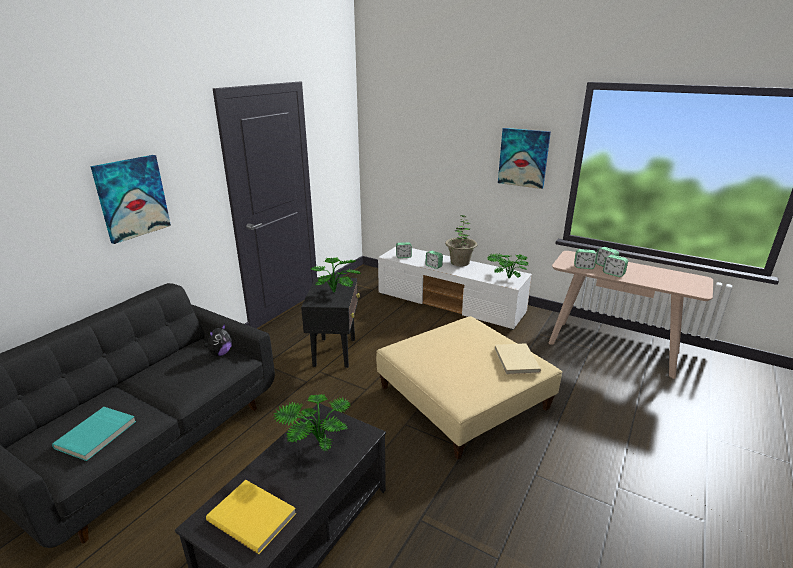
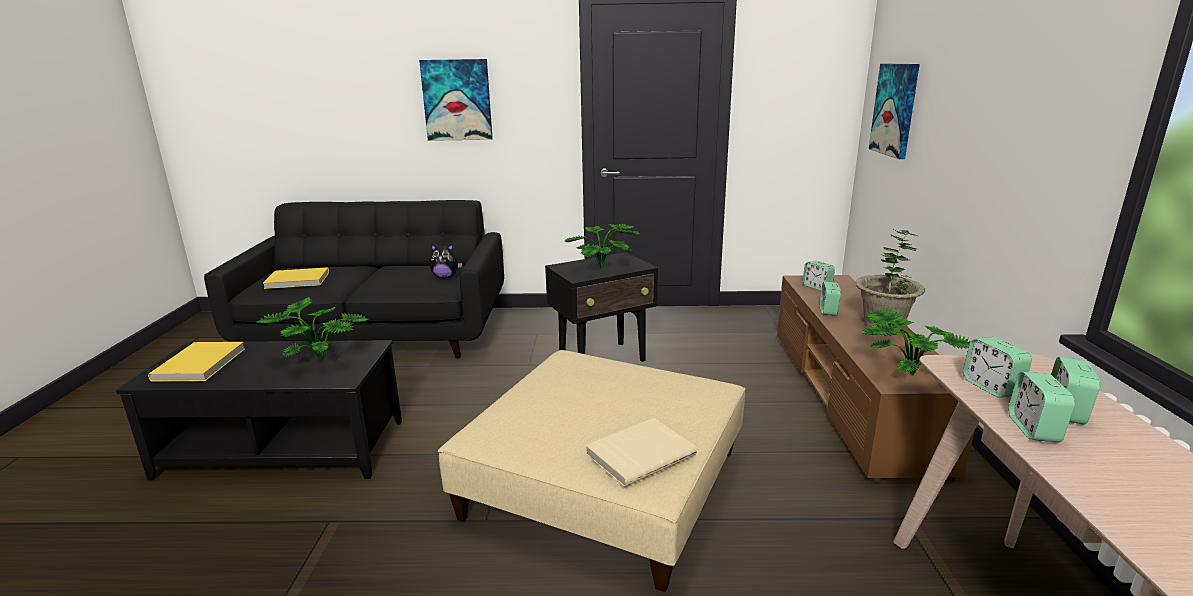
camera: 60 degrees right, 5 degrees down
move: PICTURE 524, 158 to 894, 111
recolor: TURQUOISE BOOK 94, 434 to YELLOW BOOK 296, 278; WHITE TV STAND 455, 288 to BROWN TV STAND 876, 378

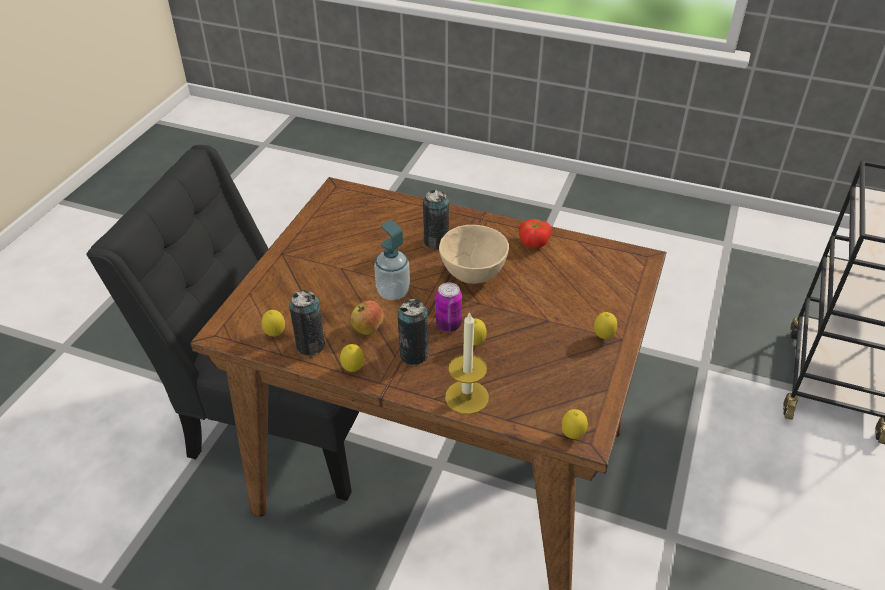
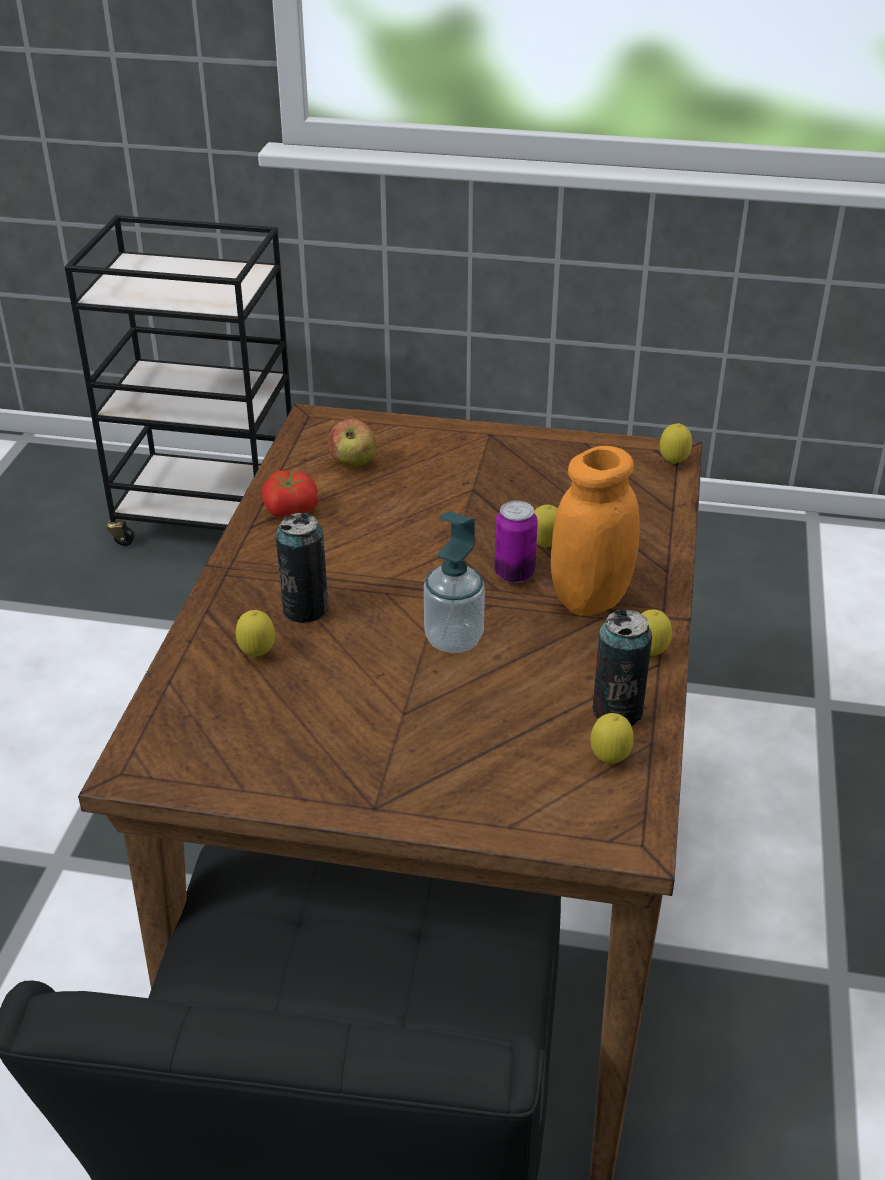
camera: 100 degrees left, 5 degrees down
delete: BEIGE BOWL 474, 254; CANDLE 467, 363
move: APPLE 367, 318 to 352, 443; LEMON 605, 325 to 255, 633
replace: CAN 413, 332 to ORANGE JAR 595, 531

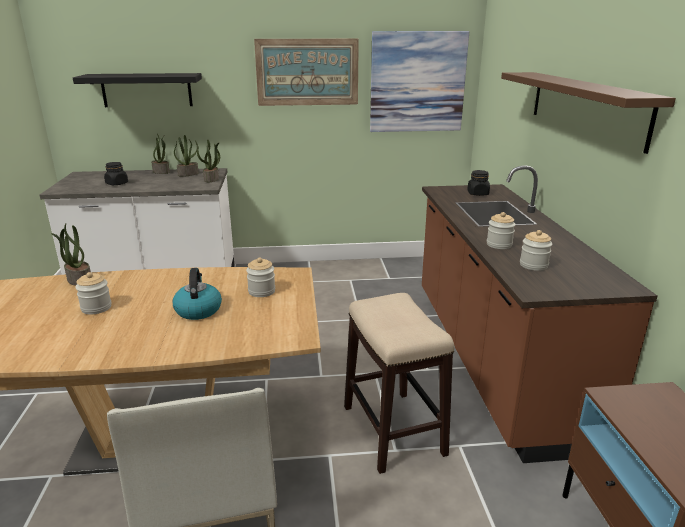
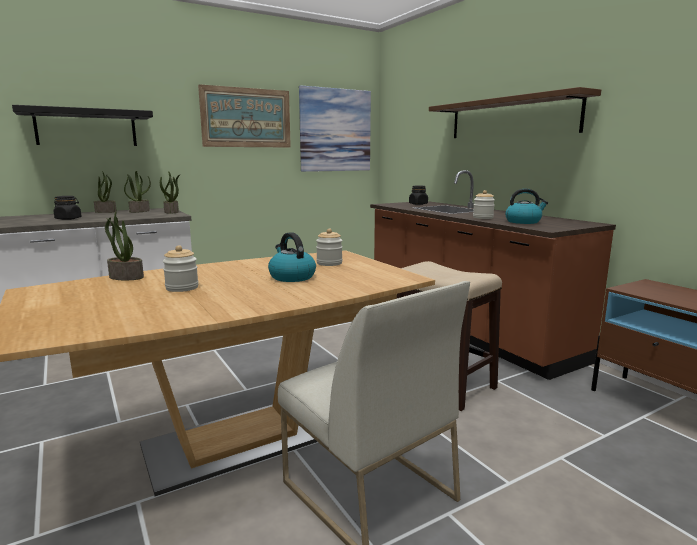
camera: 25 degrees left, 10 degrees down
replace: JAR 536, 250 to KETTLE 526, 206

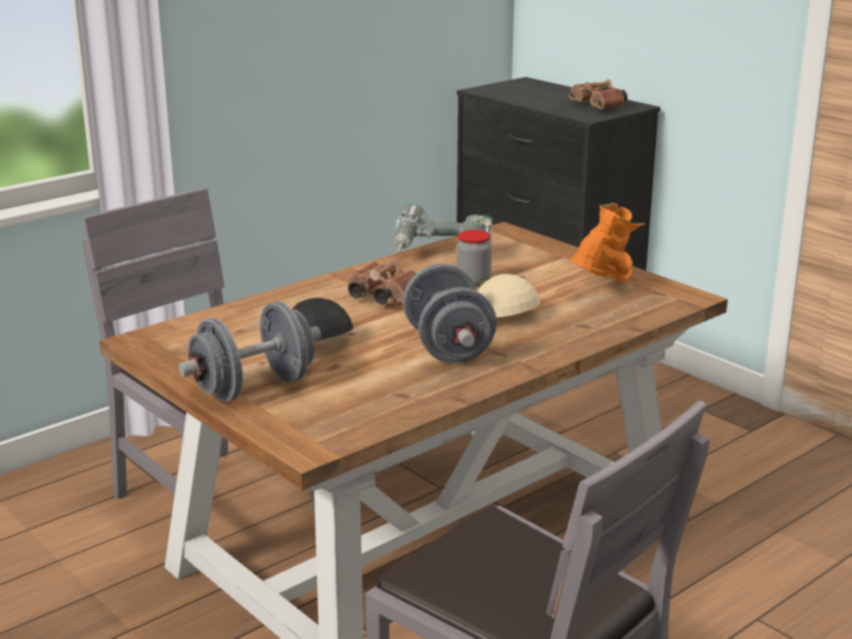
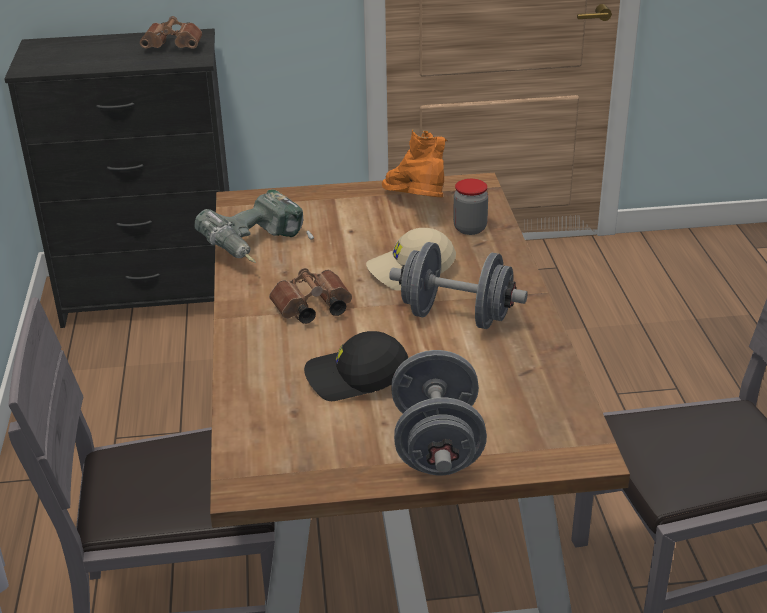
camera: 55 degrees left, 10 degrees up
move: JAR 474, 258 to 470, 207

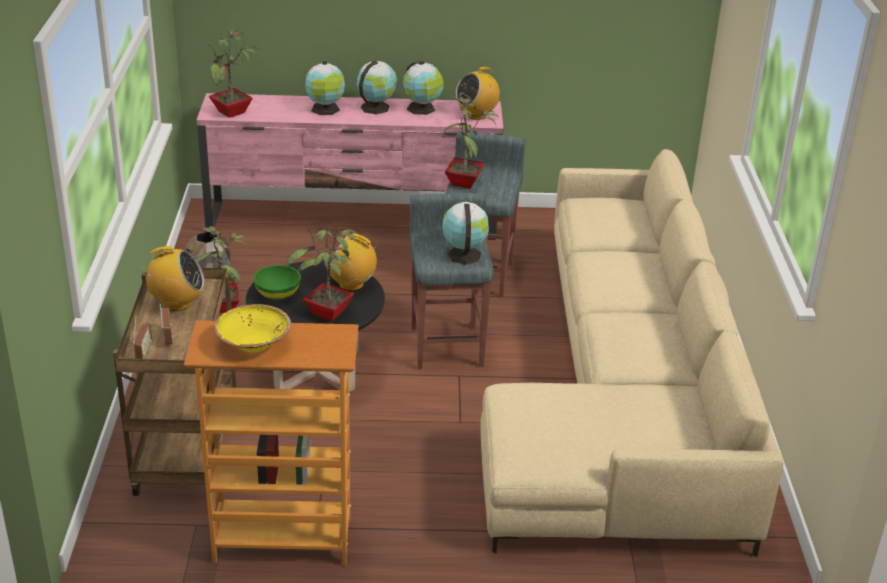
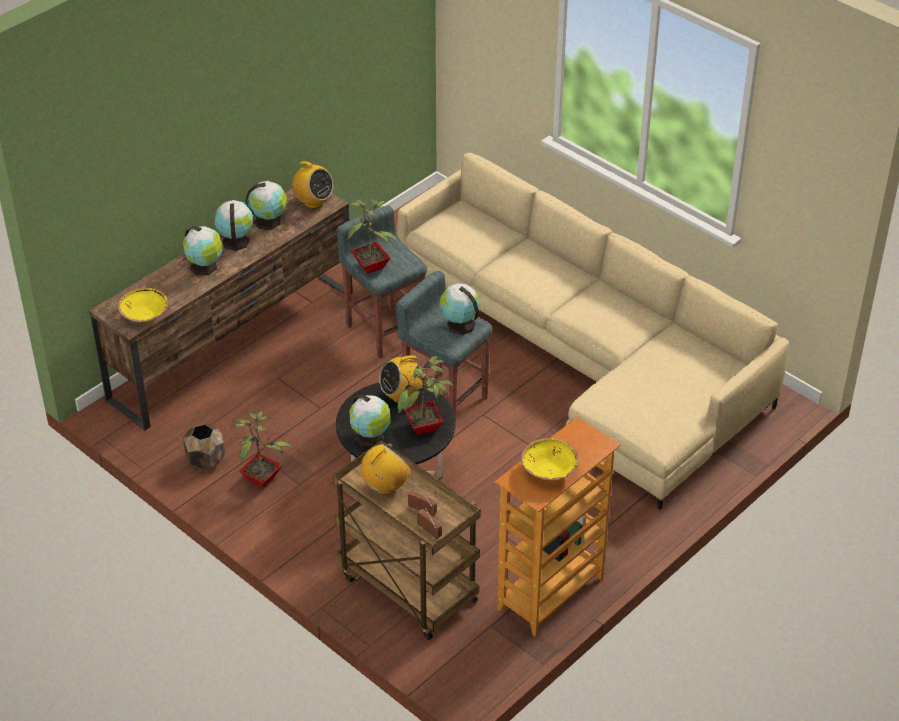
camera: 45 degrees left, 10 degrees up
replace: POTTED PLANT 232, 74 to YELLOW BOWL 143, 305; GREEN BOWL 277, 282 to GLOBE 370, 420
recolor: PINK TV STAND 349, 166 to BROWN TV STAND 221, 309
rotate: RADIO 478, 93 = 312, 185 60 degrees counterclockwise

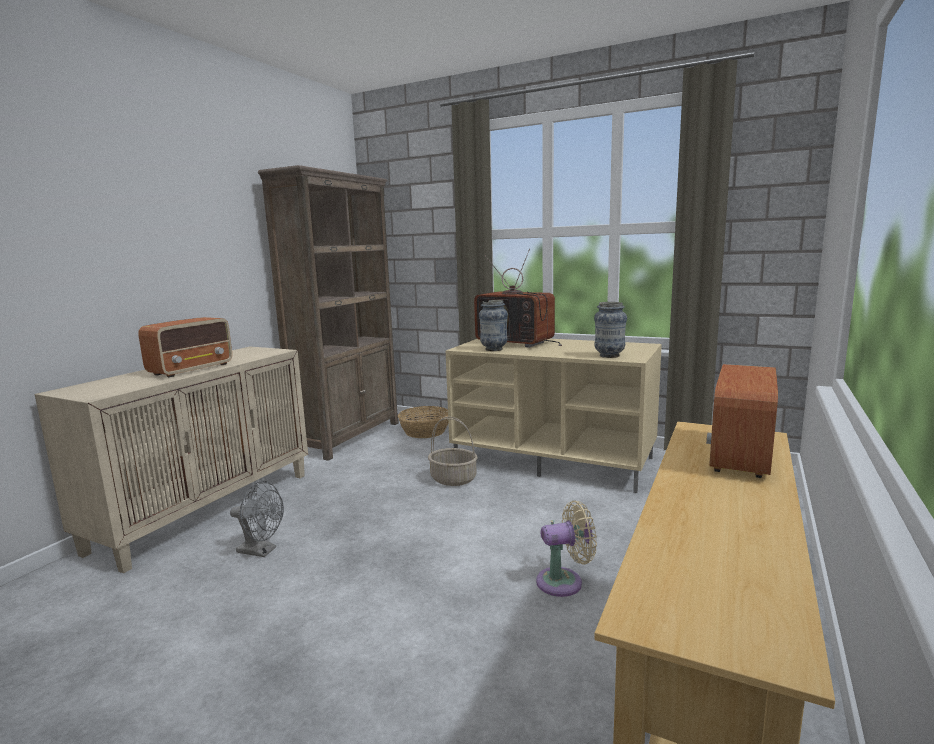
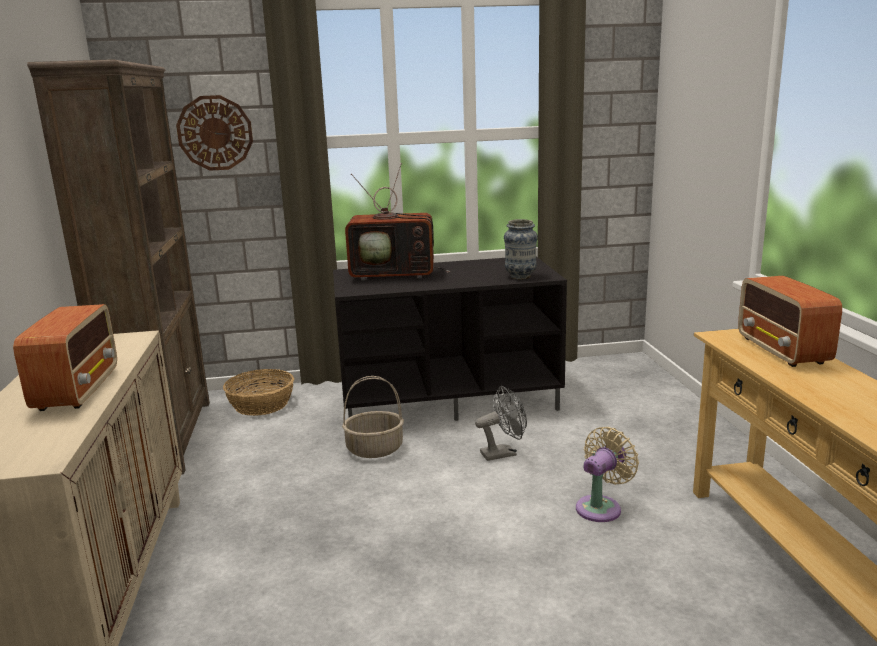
camera: 35 degrees left, 5 degrees up
delete: VASE 493, 325
insert: WALL CLOCK 214, 133
move: GREY FAN 257, 519 to 501, 423
recolor: BEIGE TV STAND 554, 416 to BLACK TV STAND 450, 339

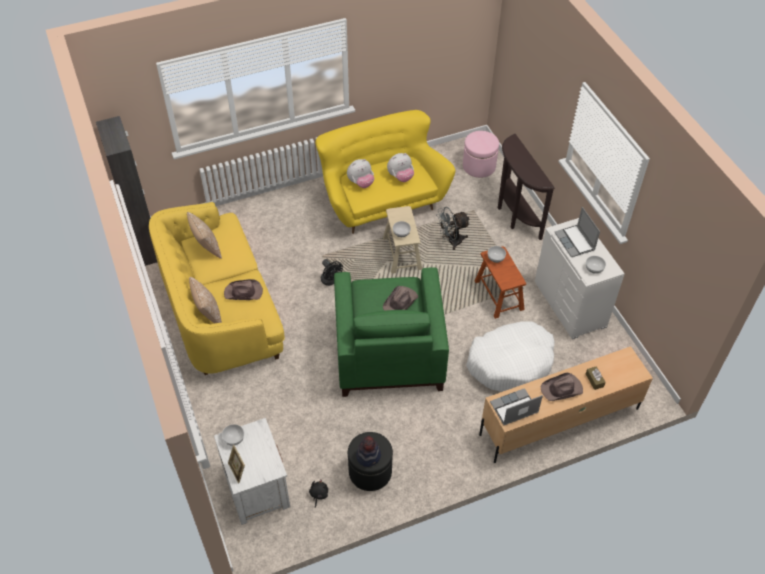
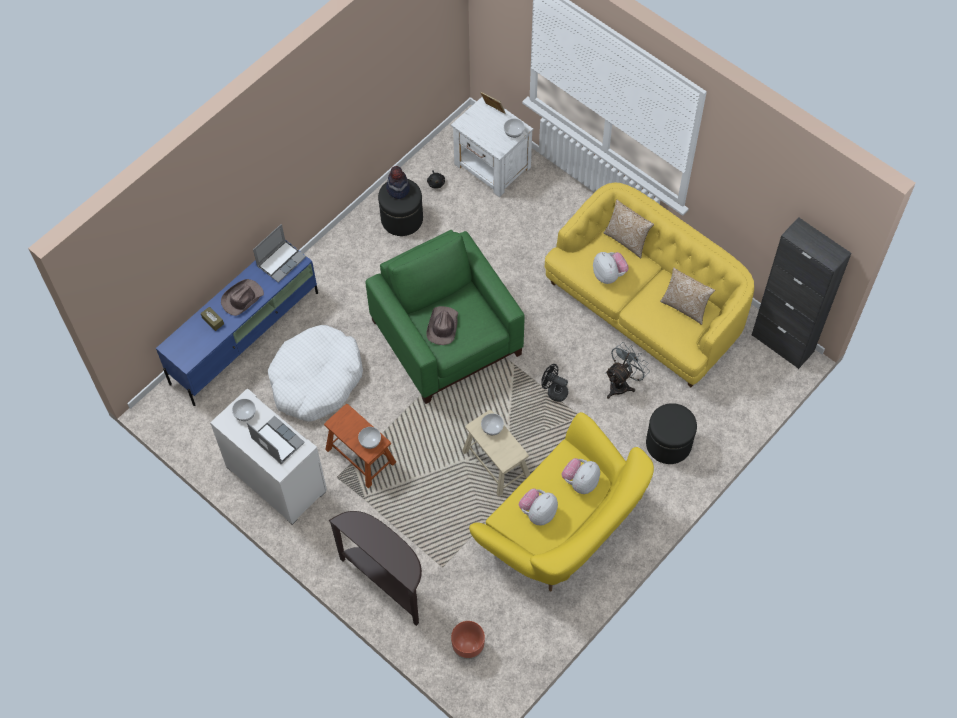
camera: 155 degrees right, 10 degrees up
insert: BLACK OTTOMAN 671, 433
move: GREY FAN 453, 228 to 627, 370
replace: BROWN HAT 243, 289 to PLUSH TOY 611, 268; PINK OTTOMAN 481, 154 to BROWN PLANTER 468, 640
recolor: BEIGE TV STAND 566, 404 to BLUE TV STAND 237, 323

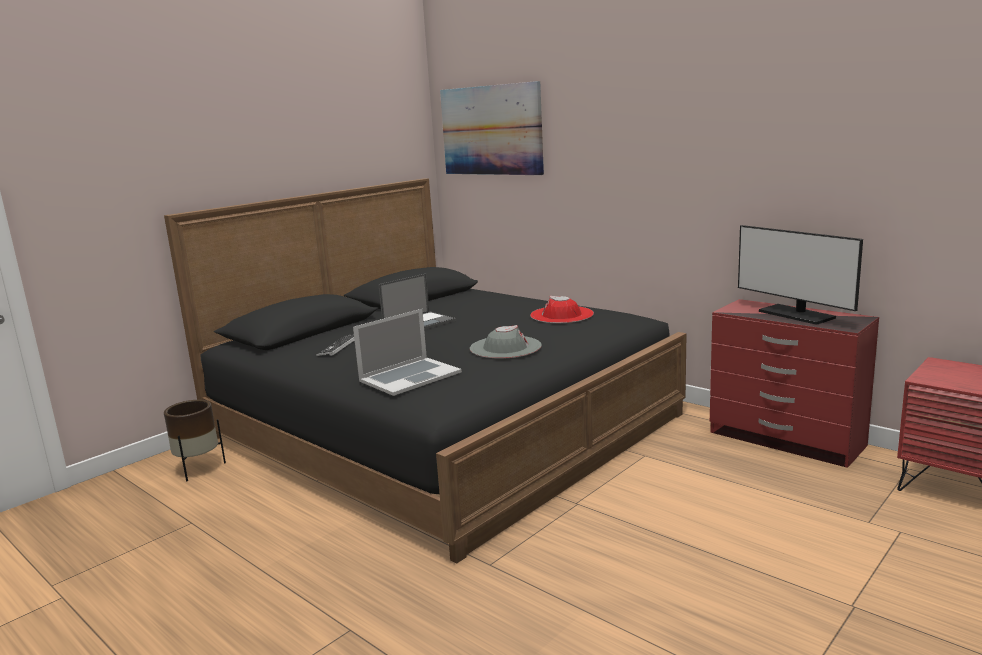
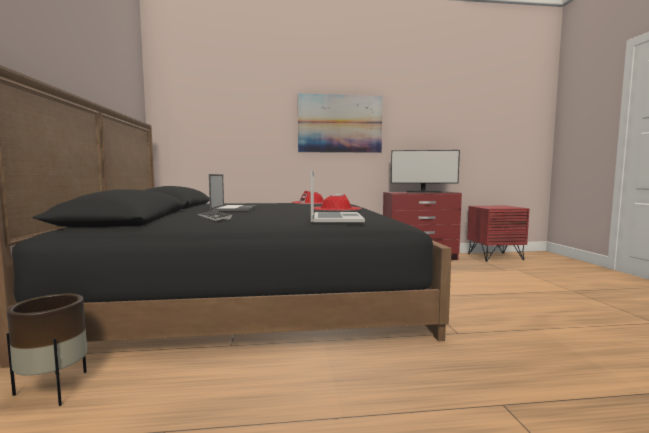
camera: 50 degrees left, 10 degrees down
move: PICTURE 492, 128 to 340, 123
recolor: GREY HAT 506, 342 to RED HAT 338, 202

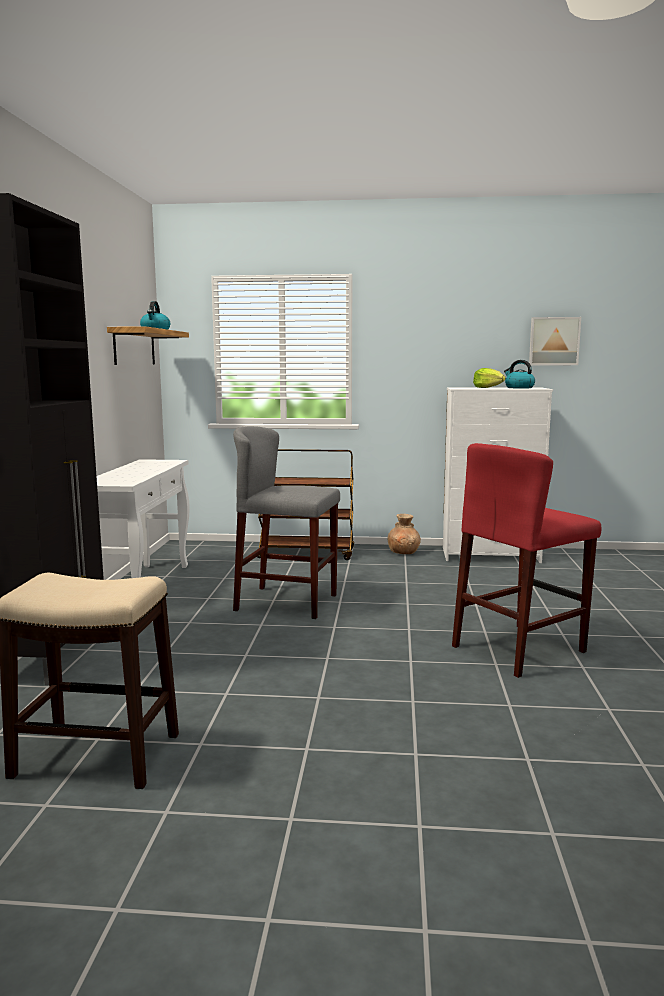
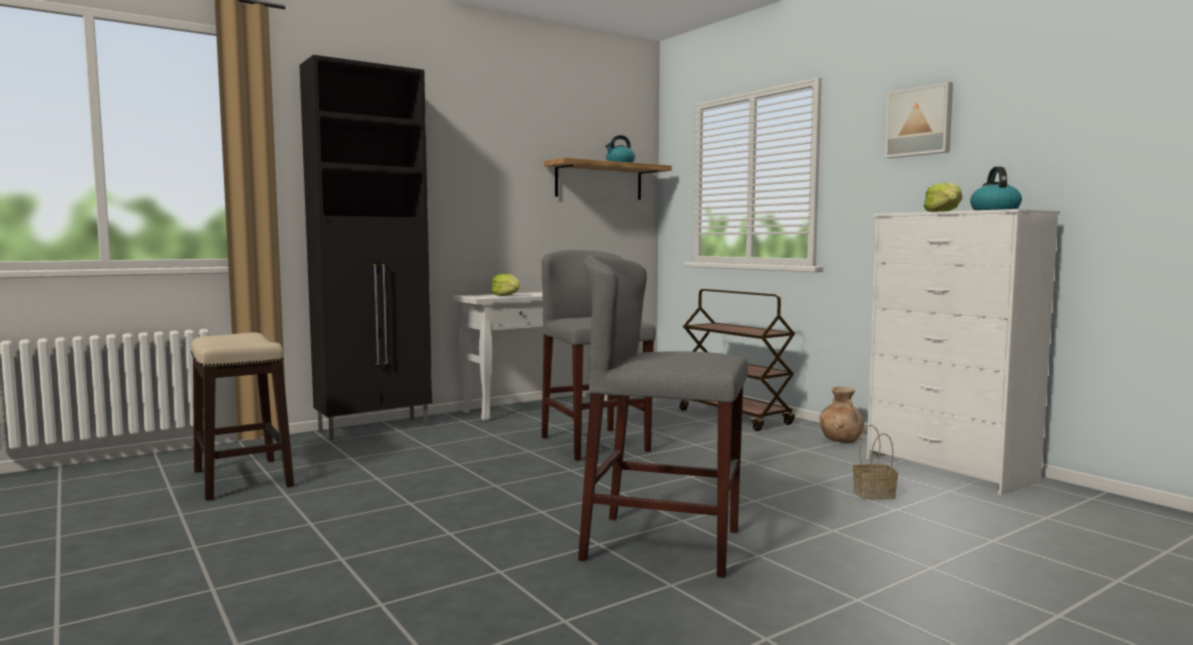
camera: 50 degrees right, 5 degrees down
insert: LETTUCE 505, 284; BASKET 875, 462
move: PICTURE 555, 341 to 919, 120
recolor: RED STOOL 526, 560 to GREY STOOL 663, 416

